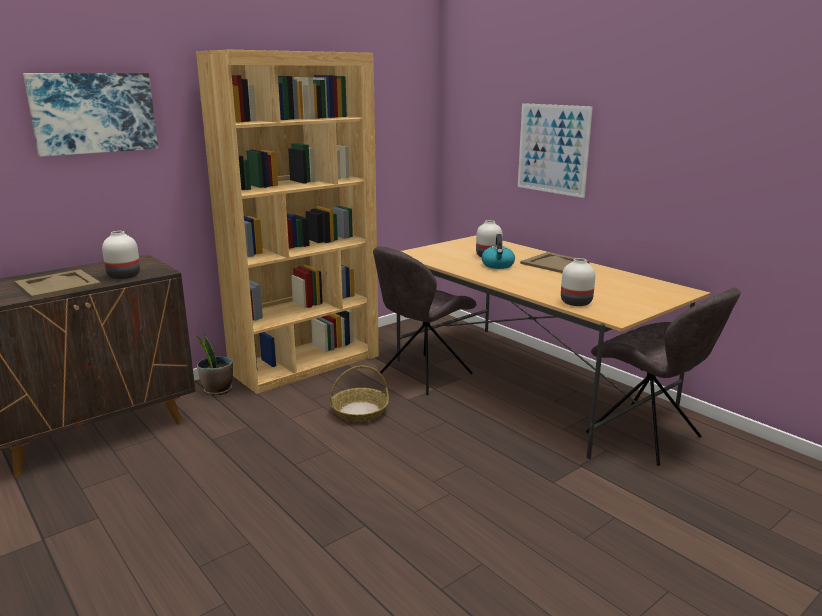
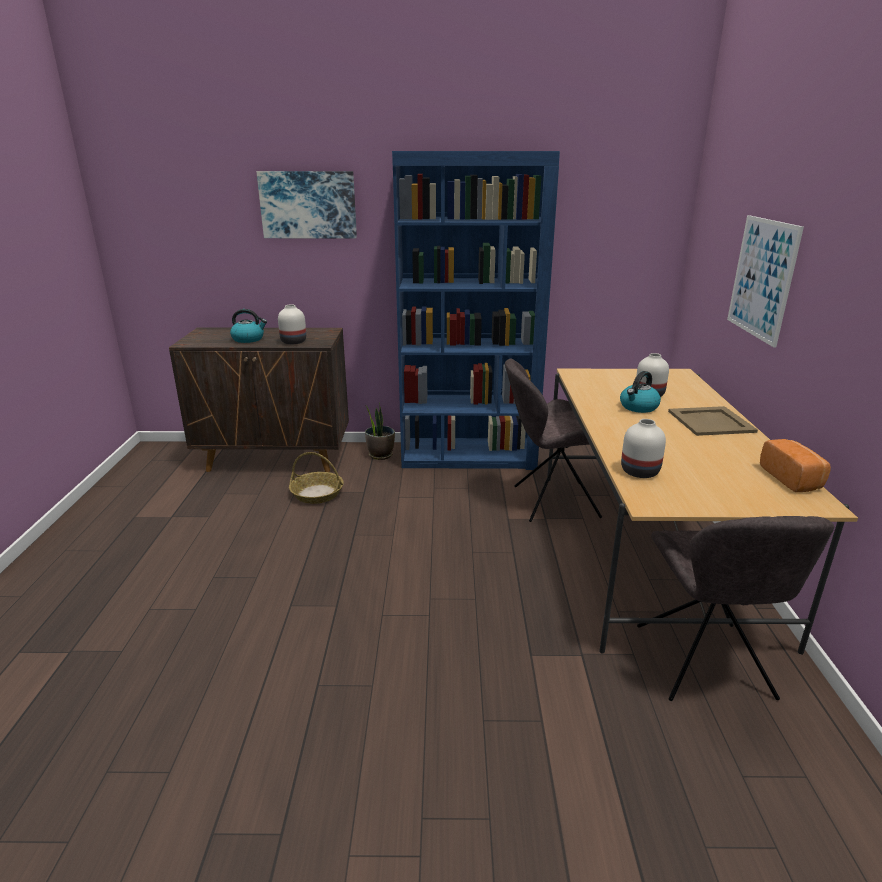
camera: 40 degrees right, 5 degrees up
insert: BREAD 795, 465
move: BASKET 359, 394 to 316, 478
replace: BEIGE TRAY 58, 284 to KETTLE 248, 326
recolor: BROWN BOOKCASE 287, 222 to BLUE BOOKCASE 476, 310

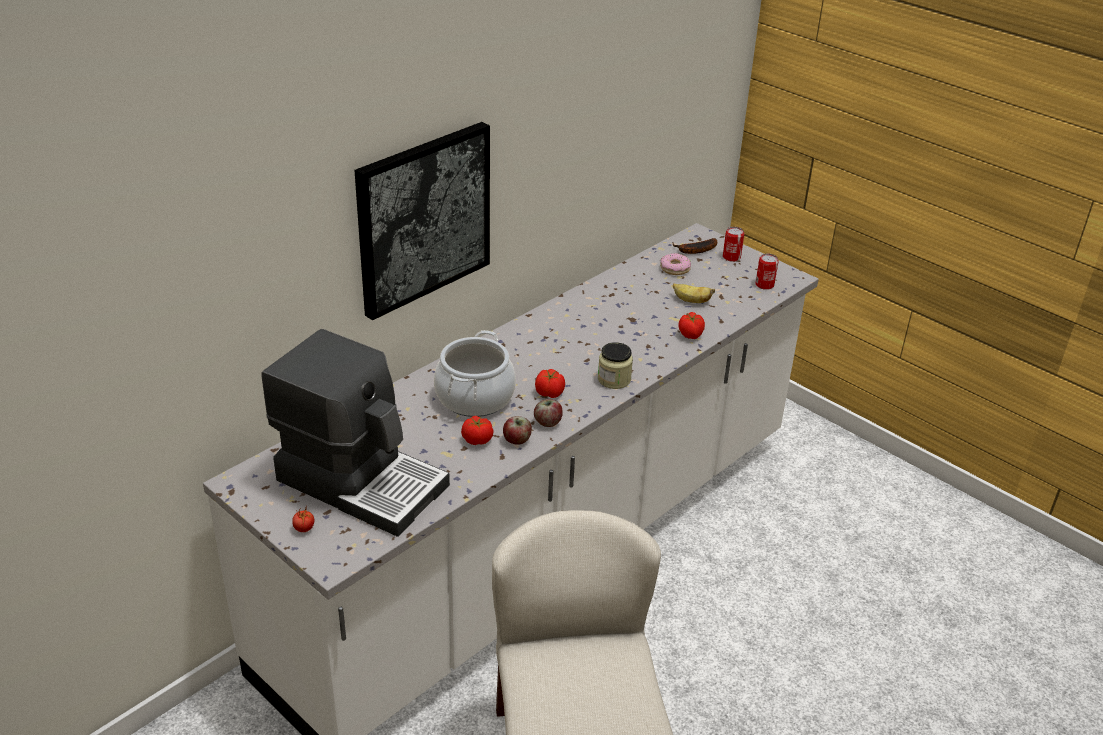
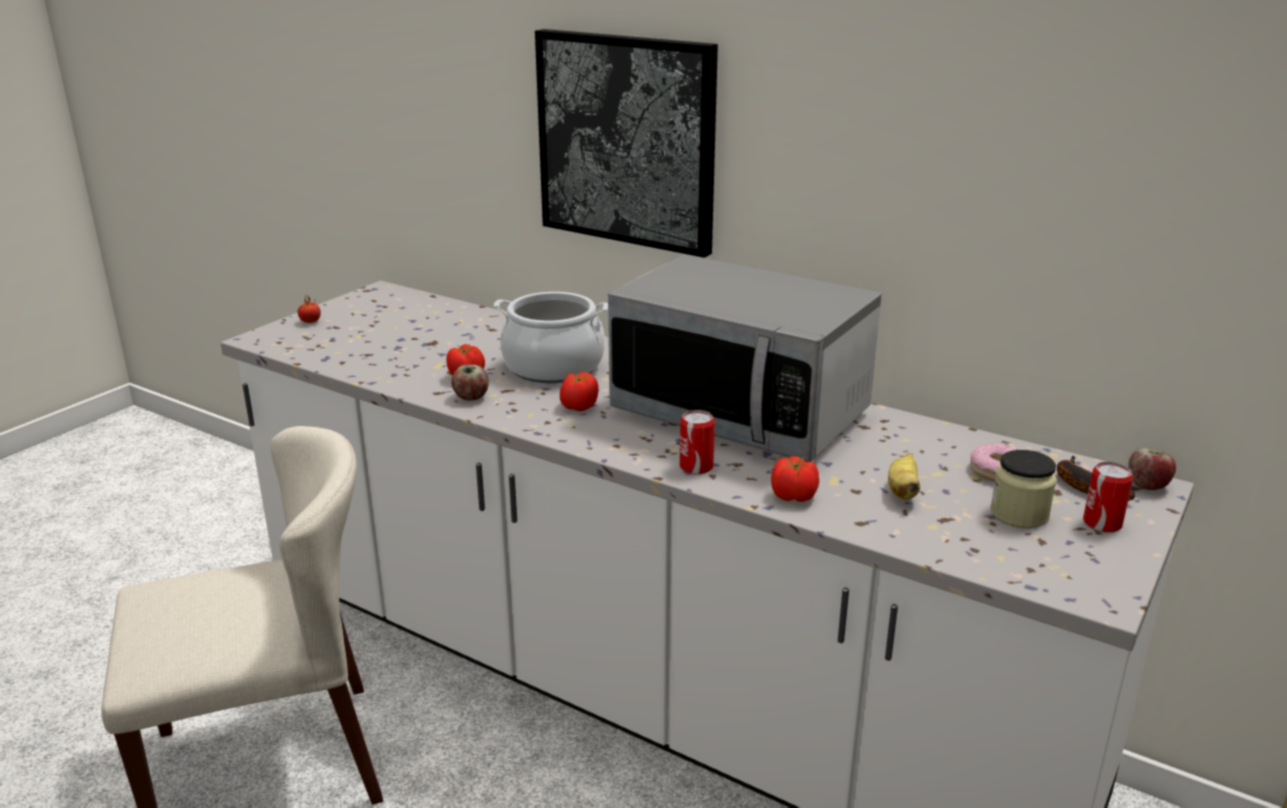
camera: 80 degrees right, 10 degrees down
delete: COFFEE MACHINE 356, 433
insert: MICROWAVE 745, 358
move: APPLE 548, 413 to 1152, 469; JAR 615, 365 to 1023, 489; CAN 766, 272 to 697, 442

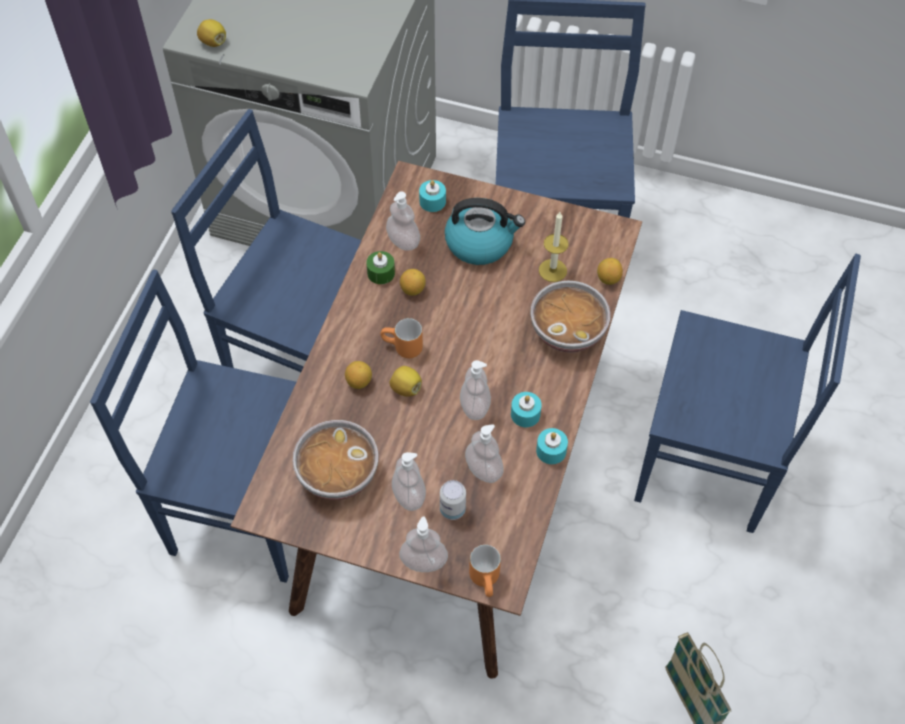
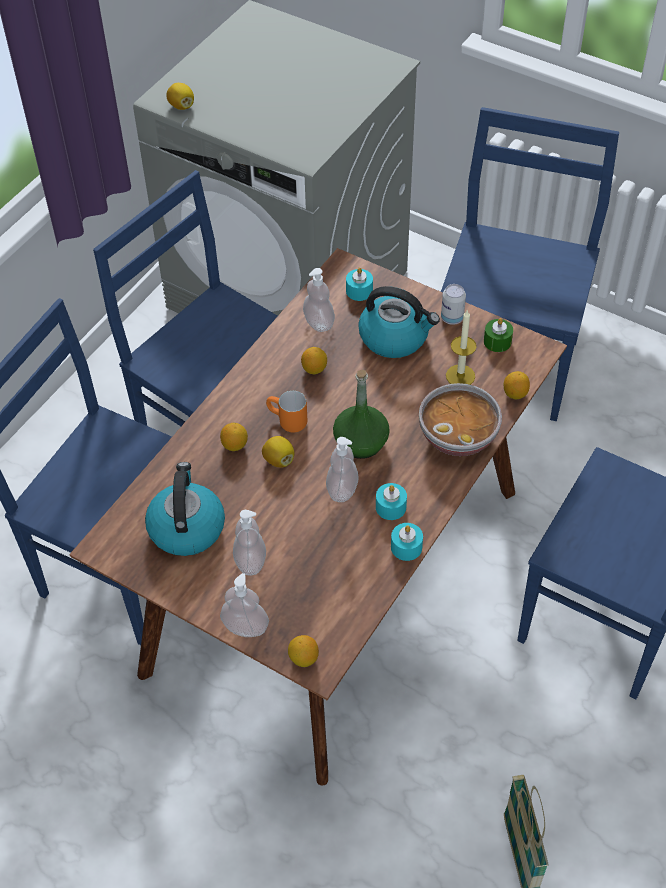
camera: 15 degrees right, 5 degrees down
delete: SOAP DISPENSER 484, 453
insert: GREEN BOTTLE 361, 414
move: GREEN CANDLE 380, 267 to 498, 335; CAN 453, 500 to 453, 304
replace: BOWL 335, 460 to KETTLE 185, 509; ORANGE MUG 485, 571 to LEMON 303, 651

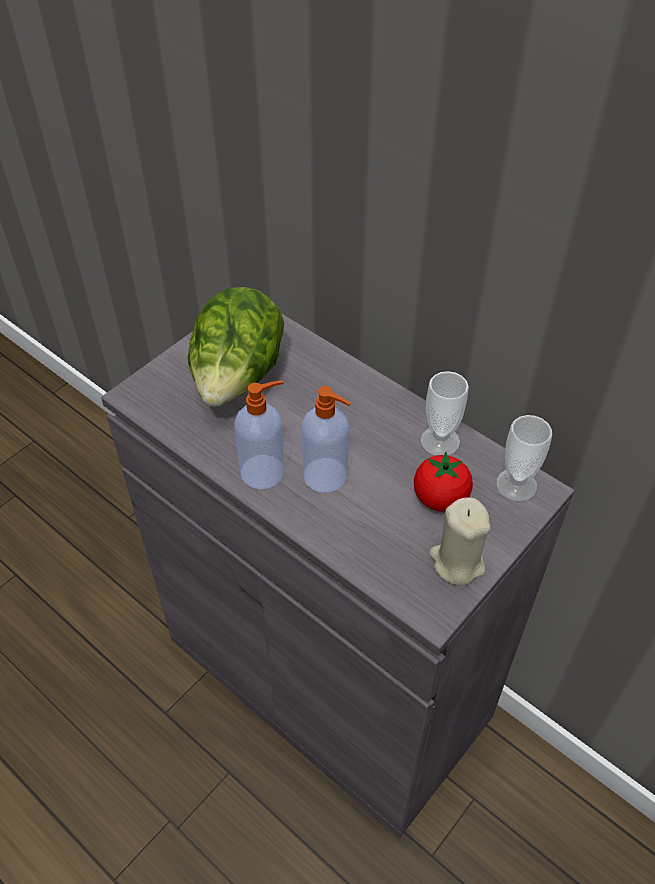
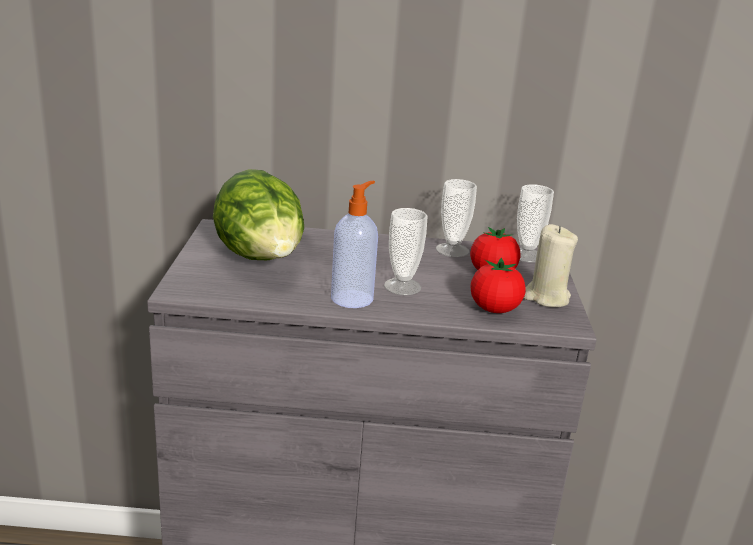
camera: 40 degrees left, 25 degrees down
insert: TOMATO 498, 285
replace: SOAP DISPENSER 326, 439 to CUP 406, 251

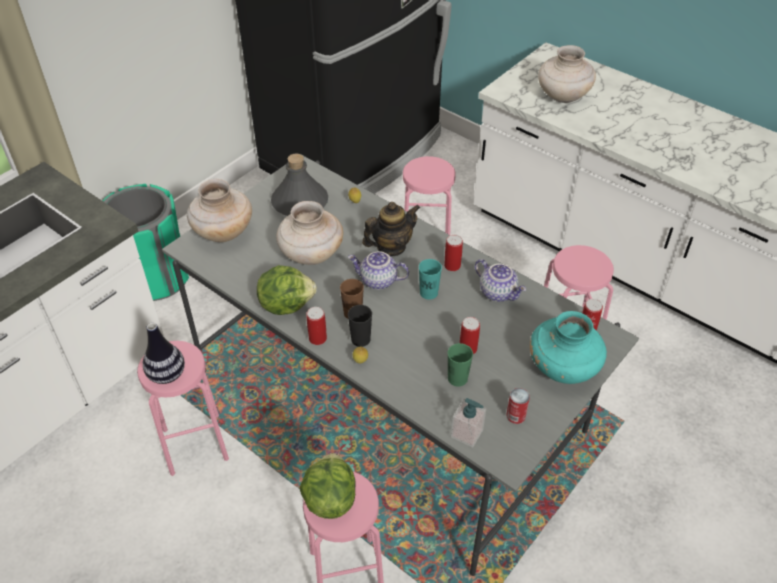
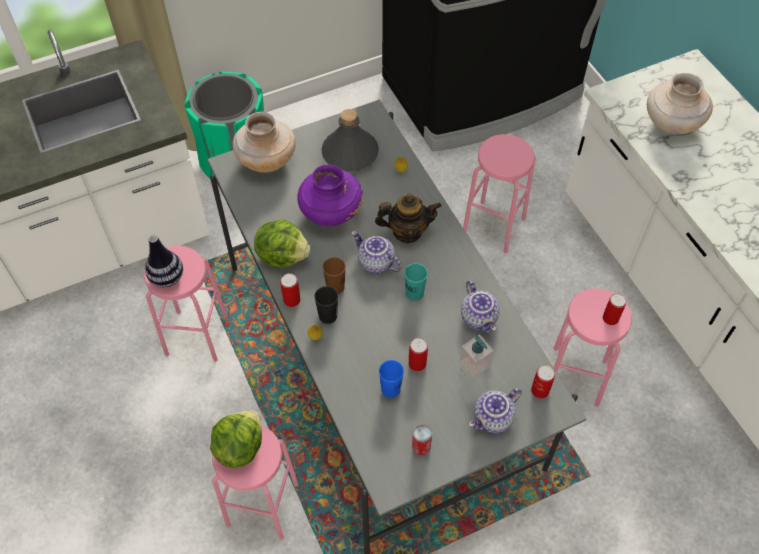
camera: 25 degrees right, 10 degrees up
move: CAN 453, 253 to 614, 309; SOAP DISPENSER 468, 423 to 476, 355
replace: TURQUOISE VASE 568, 347 to TEAPOT 495, 410
recolor: BEIGE VASE 309, 233 to PURPLE VASE 330, 195; GREEN CUP 460, 364 to BLUE CUP 391, 379

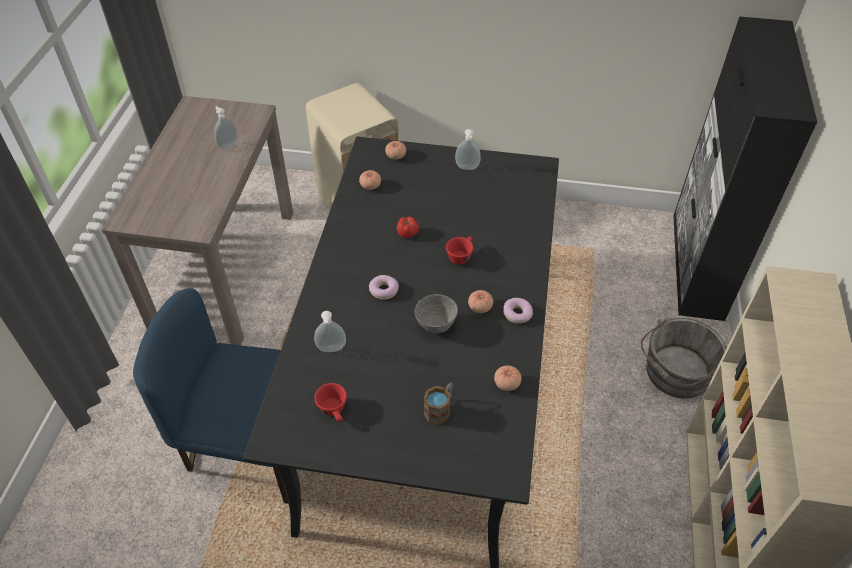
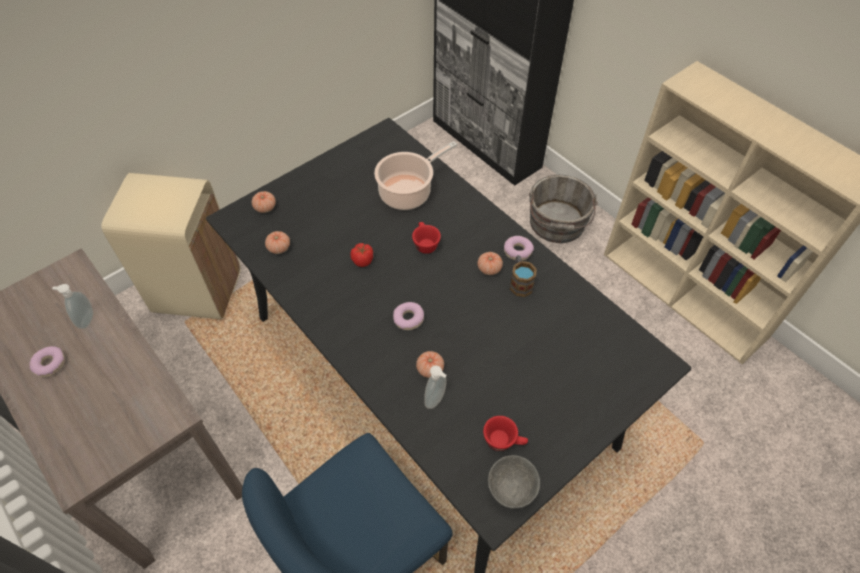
camera: 50 degrees left, 5 degrees up
delete: SOAP DISPENSER 468, 149
insert: DONUT 47, 361; COOKING POT 415, 175
move: GREY BOWL 436, 313 to 514, 482; MUG 439, 403 to 523, 276; TOMATO 507, 378 to 430, 364

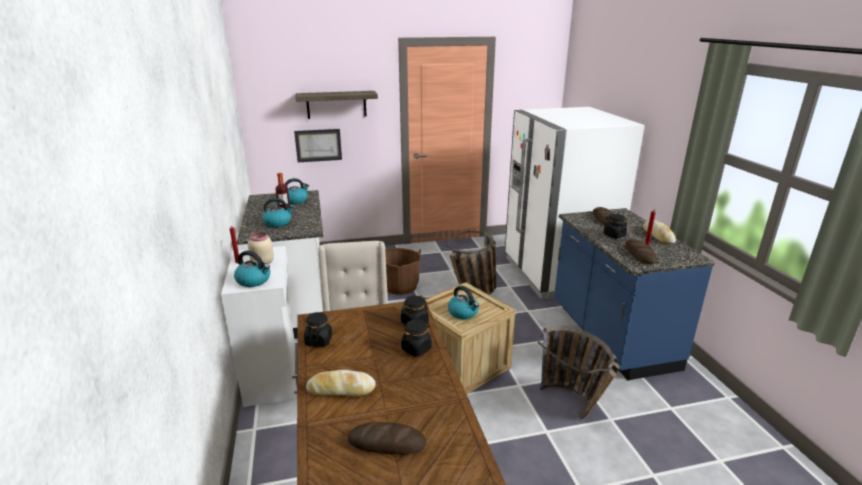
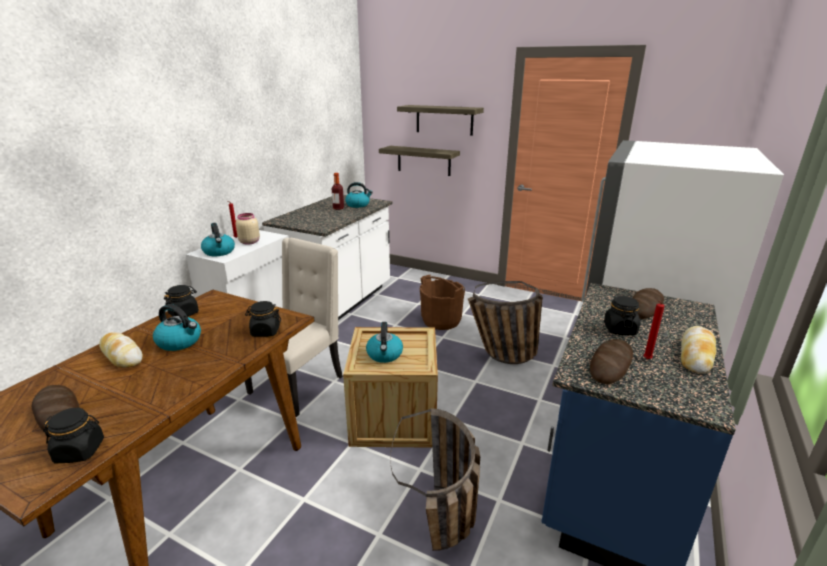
camera: 40 degrees right, 0 degrees up
move: KETTLE 278, 212 to 177, 327; BLACK JAR 416, 338 to 73, 435
replace: PICTURE 318, 145 to SHELF 419, 161

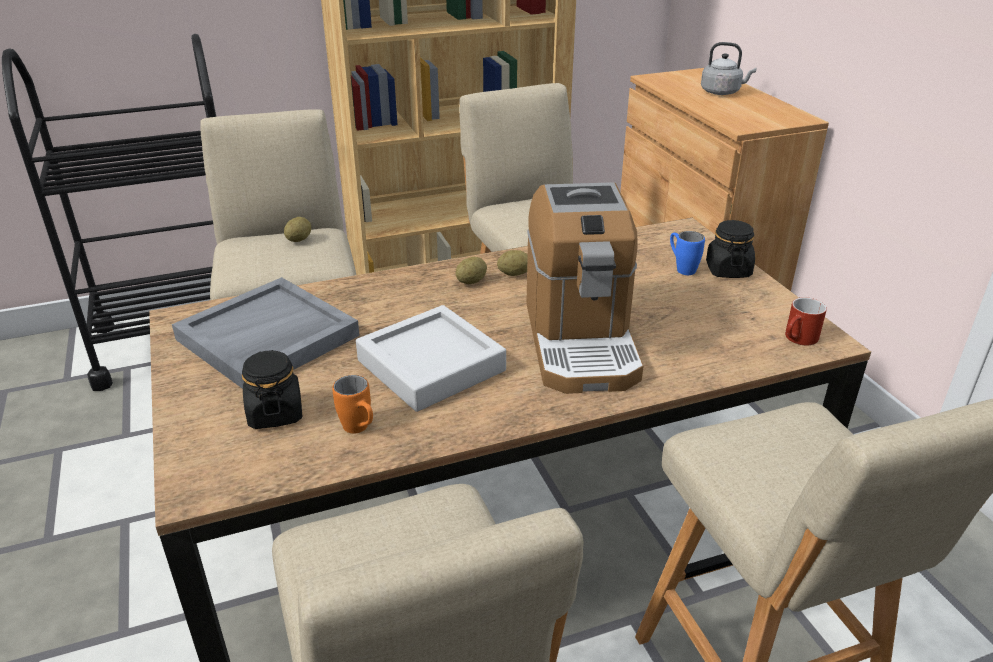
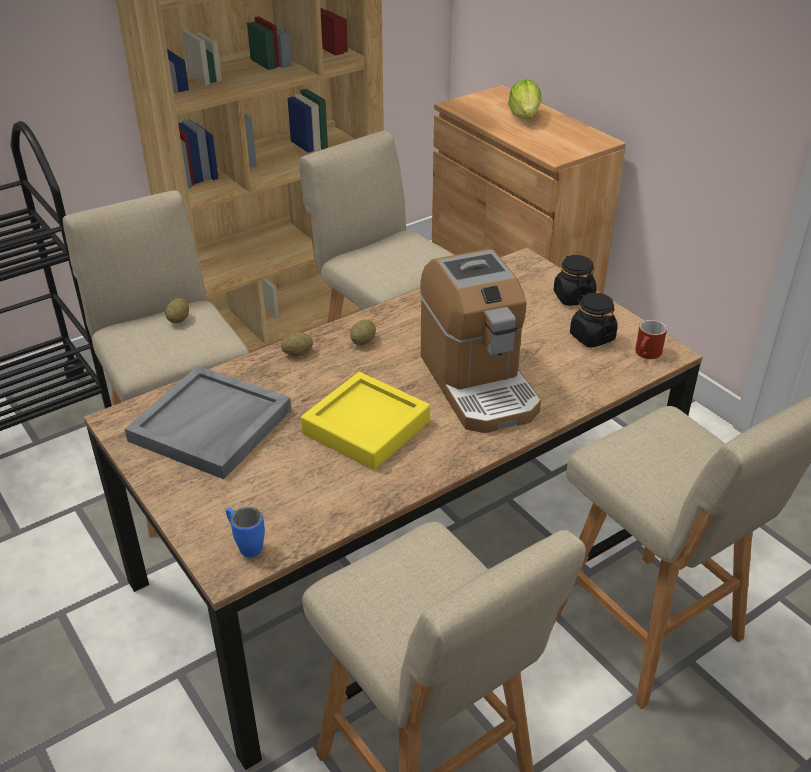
camera: 15 degrees left, 5 degrees up
delete: ORANGE MUG 352, 404
move: BLACK JAR 272, 389 to 593, 320; POTATO 512, 263 to 297, 344; BLUE MUG 687, 253 to 245, 532
replace: GREY KETTLE 728, 68 to LETTUCE 524, 99
recolor: GREY TRAY 431, 358 to YELLOW TRAY 365, 421

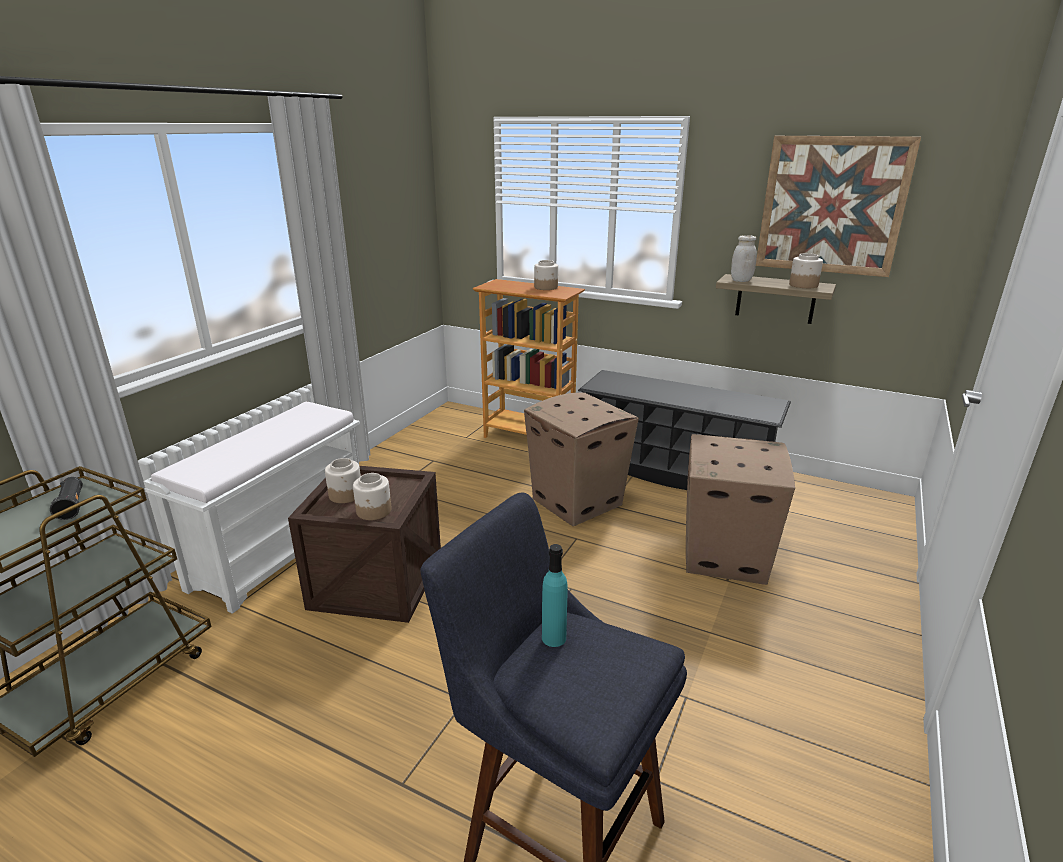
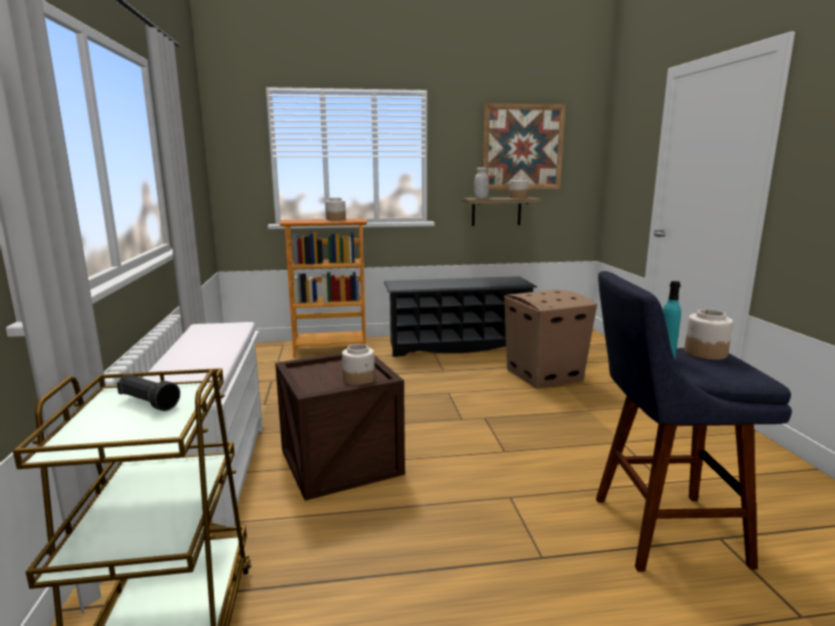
camera: 35 degrees left, 10 degrees down
delete: CARDBOARD BOX 581, 459
move: JAR 343, 480 to 708, 334

